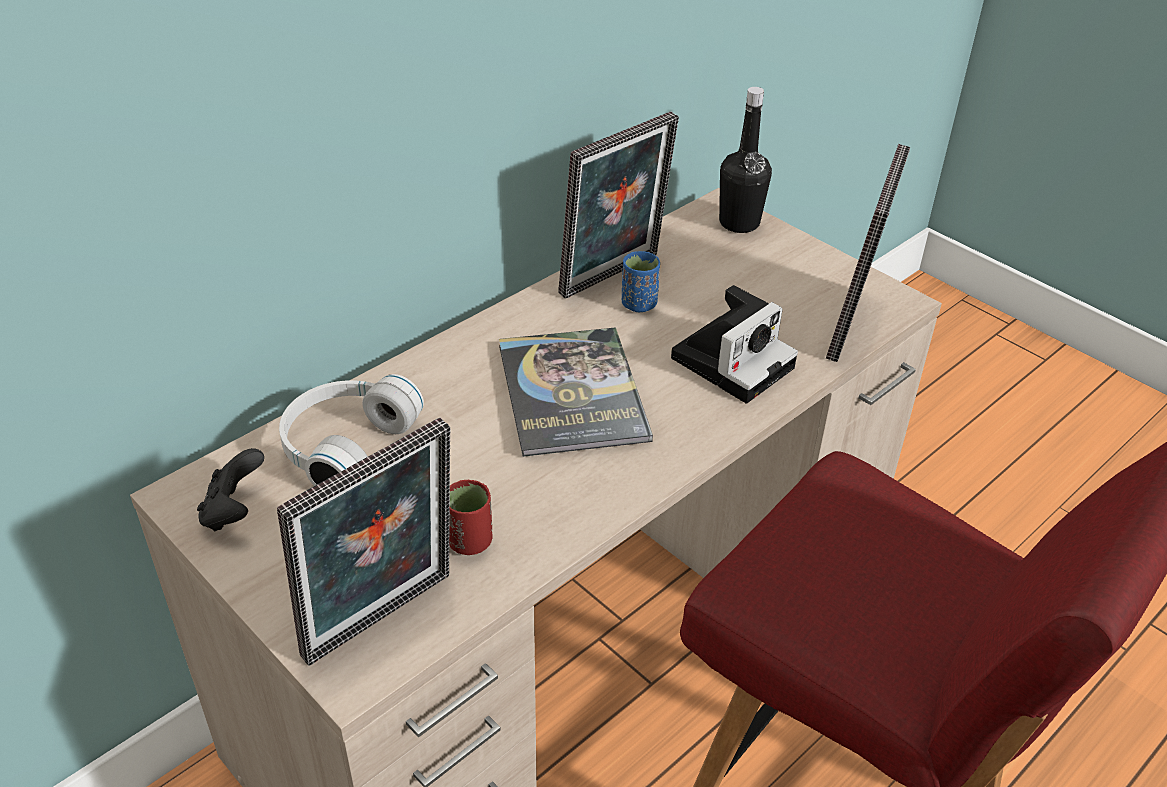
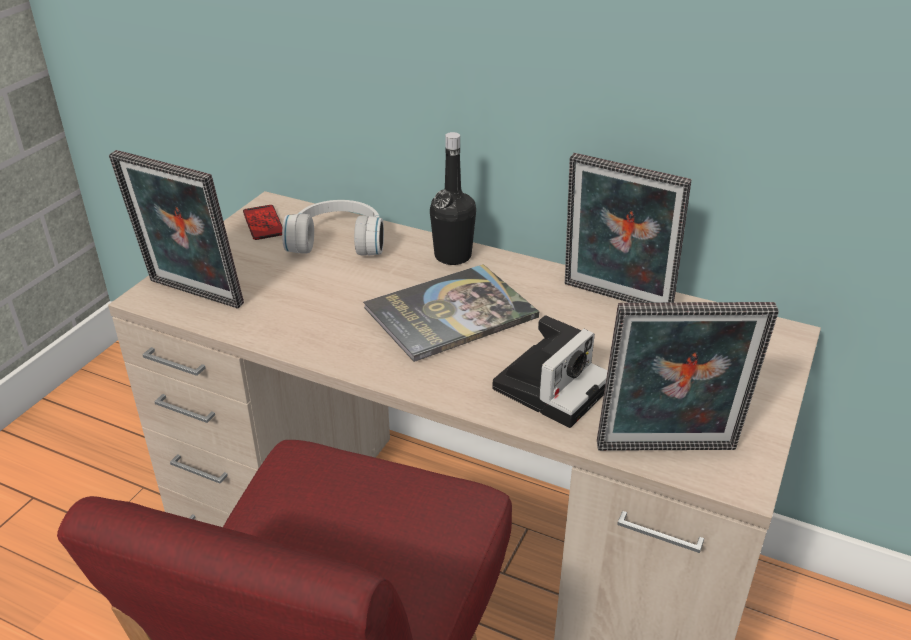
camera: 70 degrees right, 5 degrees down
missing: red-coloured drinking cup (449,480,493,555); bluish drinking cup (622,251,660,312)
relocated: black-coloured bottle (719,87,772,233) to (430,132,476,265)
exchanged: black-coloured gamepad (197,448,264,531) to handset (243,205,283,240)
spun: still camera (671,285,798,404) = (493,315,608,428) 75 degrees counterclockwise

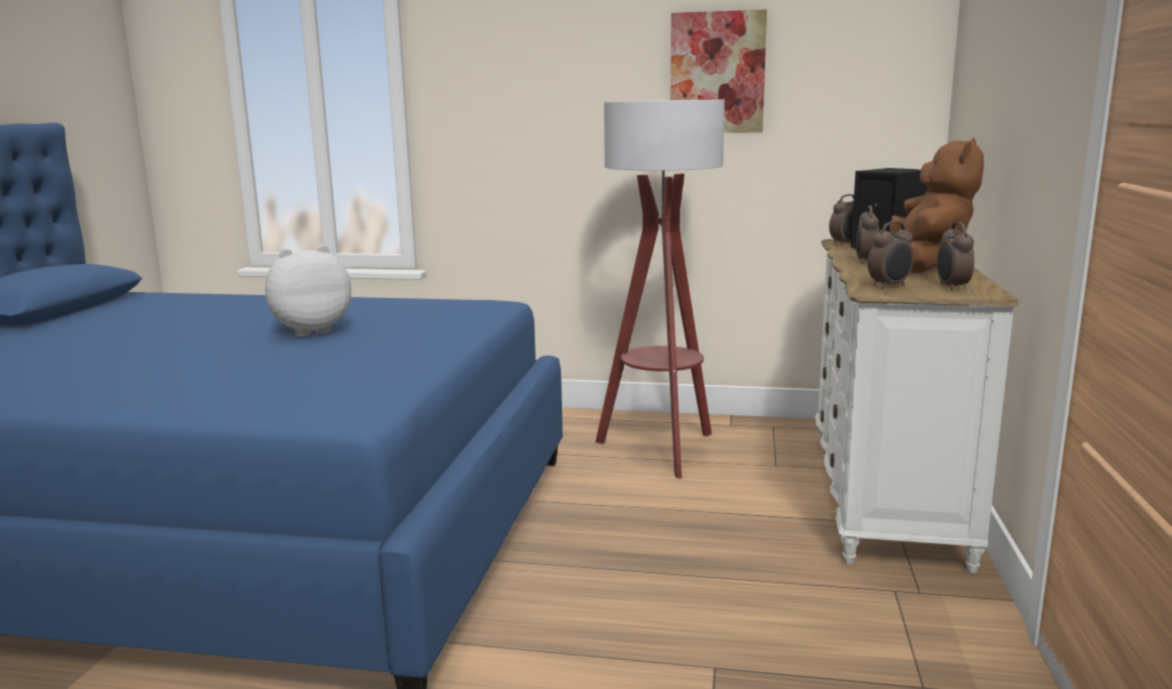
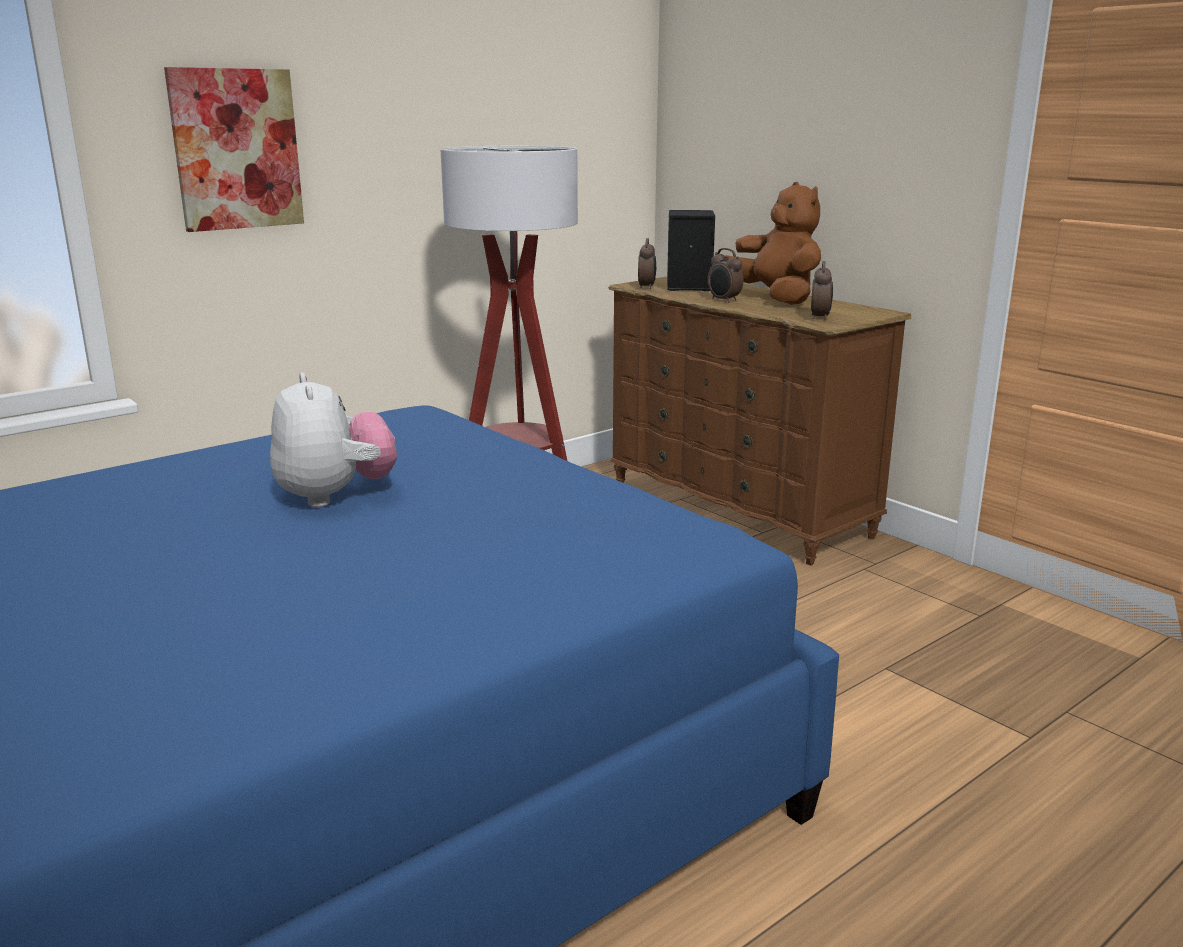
camera: 50 degrees left, 5 degrees up
missing: alarm clock (937,222,974,291)
relocated: picture (671,9,767,133) to (164,67,304,232)
colour: white drawer chest (815,239,1018,574) to brown drawer chest (608,277,911,566)
spun: soft toy (265,245,351,337) = (270,372,397,507) 150 degrees clockwise

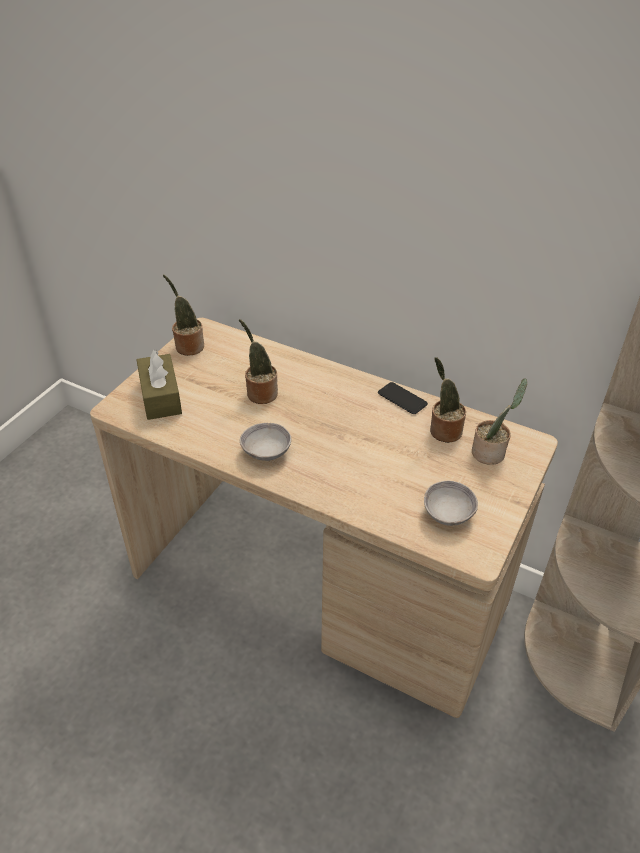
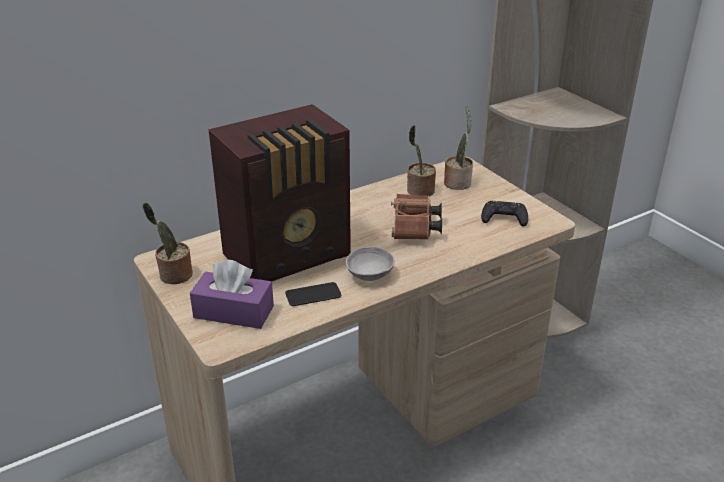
camera: 60 degrees left, 10 degrees down
appeared: brown pair of binoculars (391,194,442,239)
relocated: handset (378,382,428,414) to (285,282,341,306)
exchanged: potted plant (239,319,278,404) to radio set (209,104,351,282); grey deep dish (424,481,478,526) to black-coloured gamepad (481,201,528,227)
colour: brown tissue holder (137,350,182,420) to purplish tissue holder (190,260,274,329)

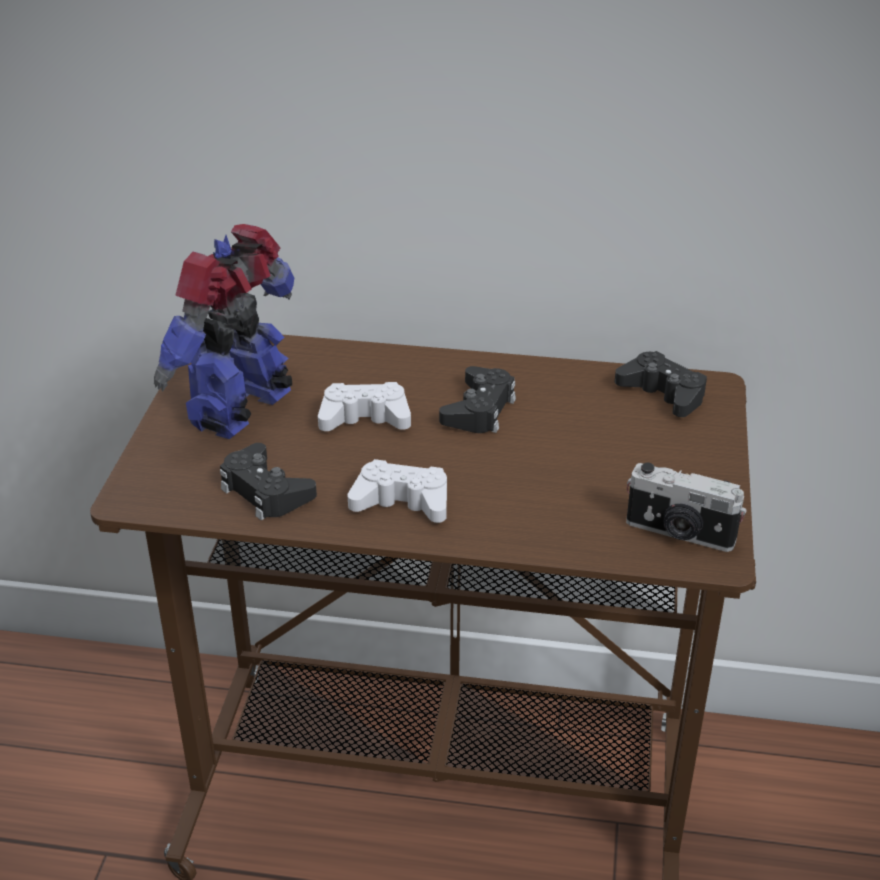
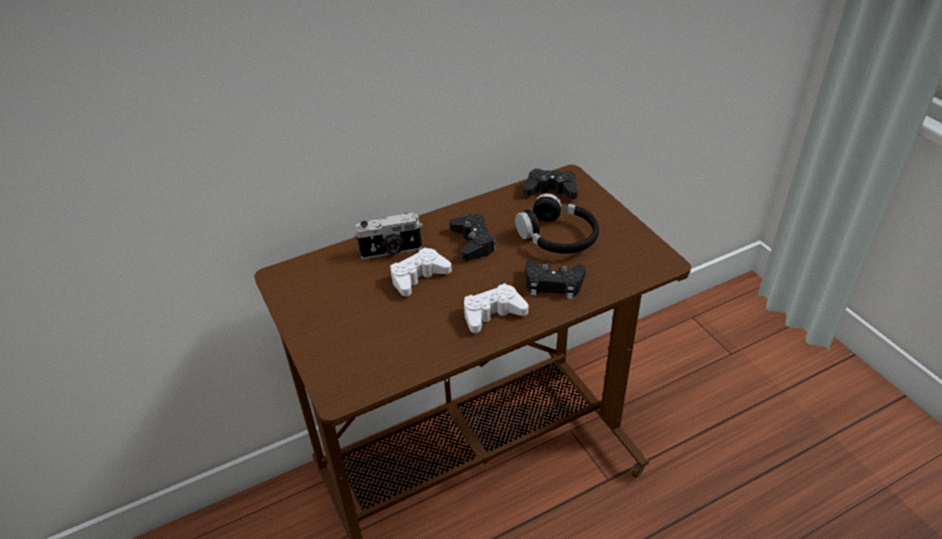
camera: 35 degrees left, 5 degrees up
missing: model robot (154,224,295,439)
appeared: black-coloured pair of headphones (515,193,599,253)
relocated: still camera (626,463,747,552) to (354,213,423,259); black-coloured gamepad (220,443,317,520) to (525,260,586,299)

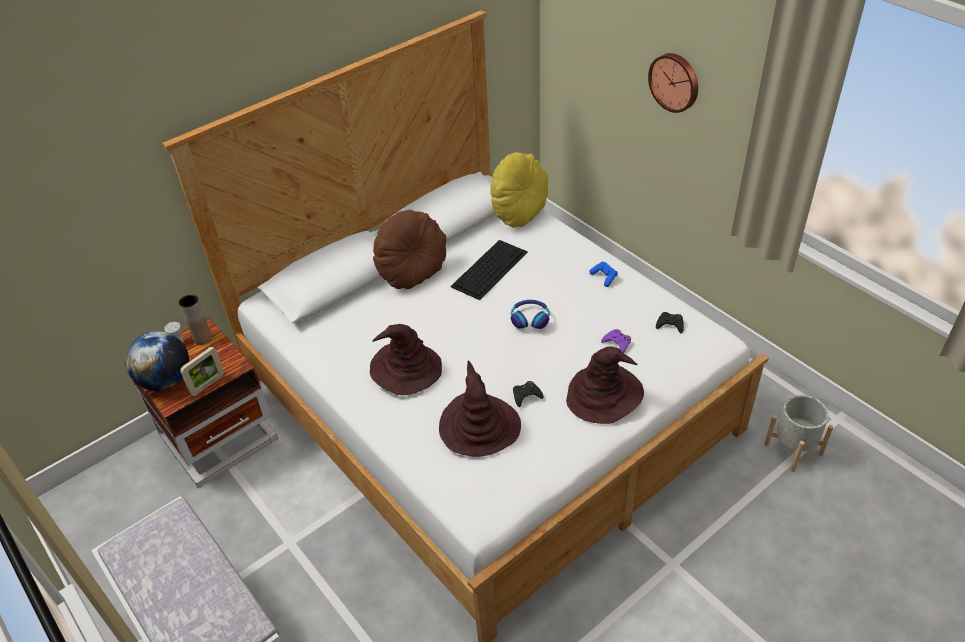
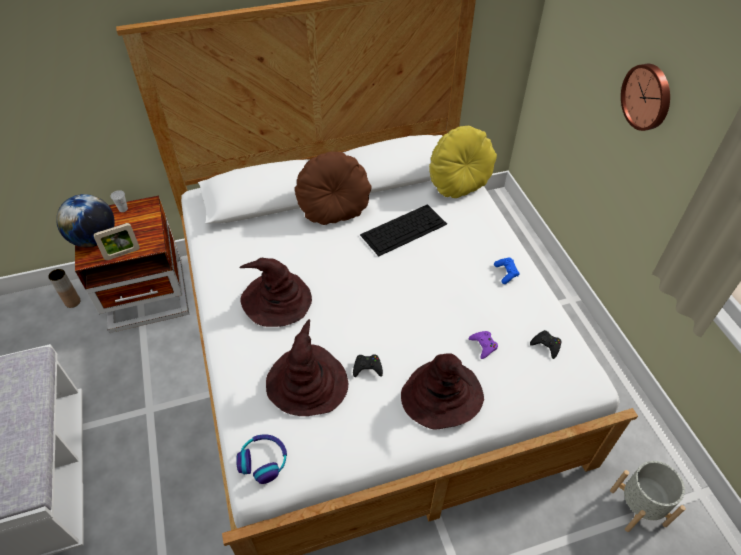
camera: 20 degrees right, 5 degrees up
relocated: brown decorative vase (179,294,212,345) to (48,269,81,308); pair of headphones (511,300,550,329) to (236,434,287,484)

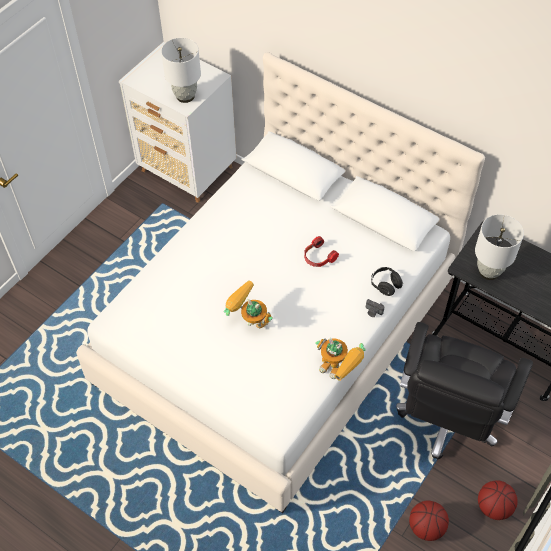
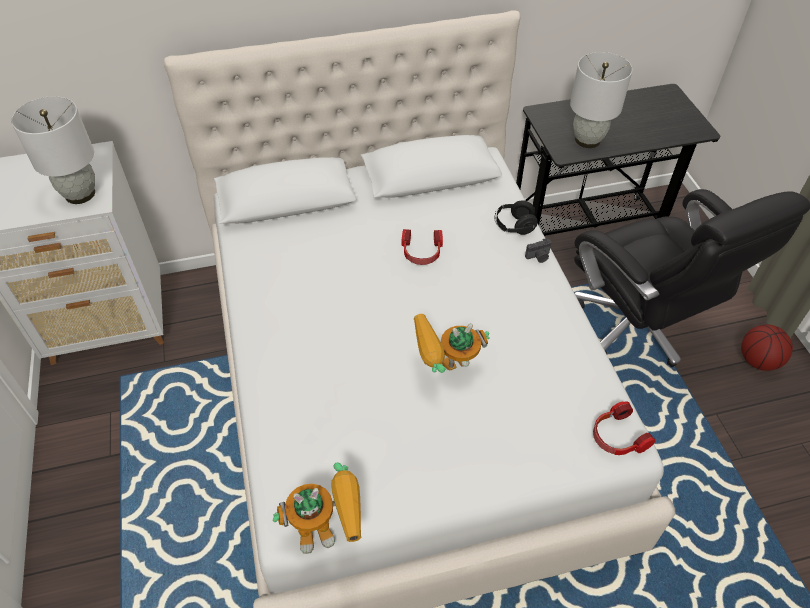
camera: 50 degrees left, 5 degrees down
missing: basketball (409,501,449,541)
appeared: pair of headphones (593,401,655,455)
relocated: model robot (315,338,366,381) to (273,462,361,554)

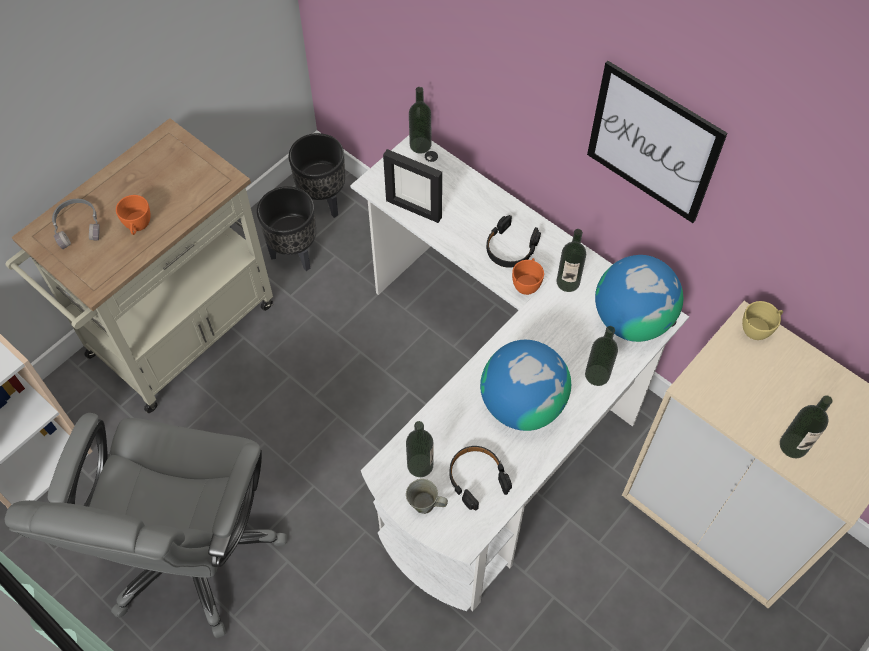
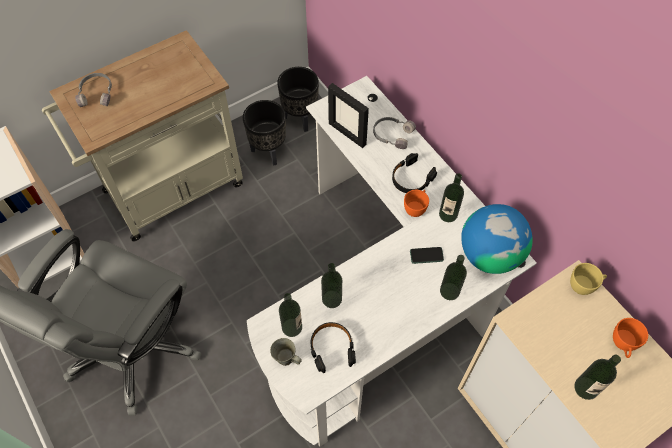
camera: 15 degrees right, 0 degrees up
missing: world globe (480,340,571,431); picture (587,61,727,223)
appeared: grey pair of headphones (373,117,416,149); handset (410,247,444,264)
relocated: bottle (409,87,431,154) to (321,263,342,308); orange drinking cup (116,195,150,235) to (613,318,648,358)

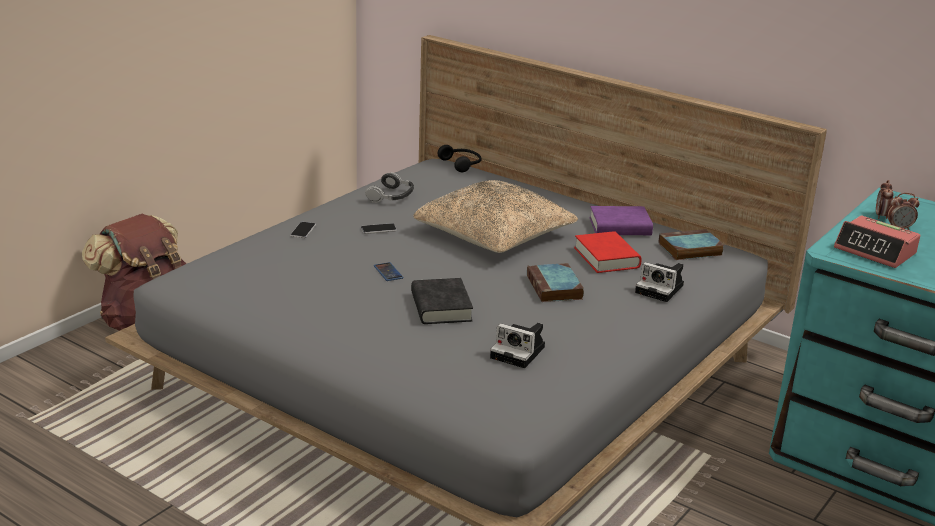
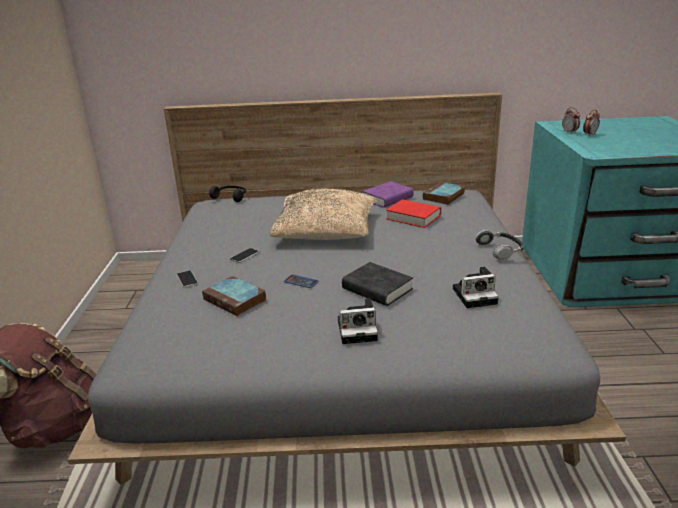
camera: 35 degrees left, 0 degrees up
missing: alarm clock (834,215,920,268)
relocated: bound book (527,263,584,302) to (202,276,267,317); still camera (635,262,684,302) to (338,298,378,344); pair of headphones (365,172,414,203) to (475,230,524,260)

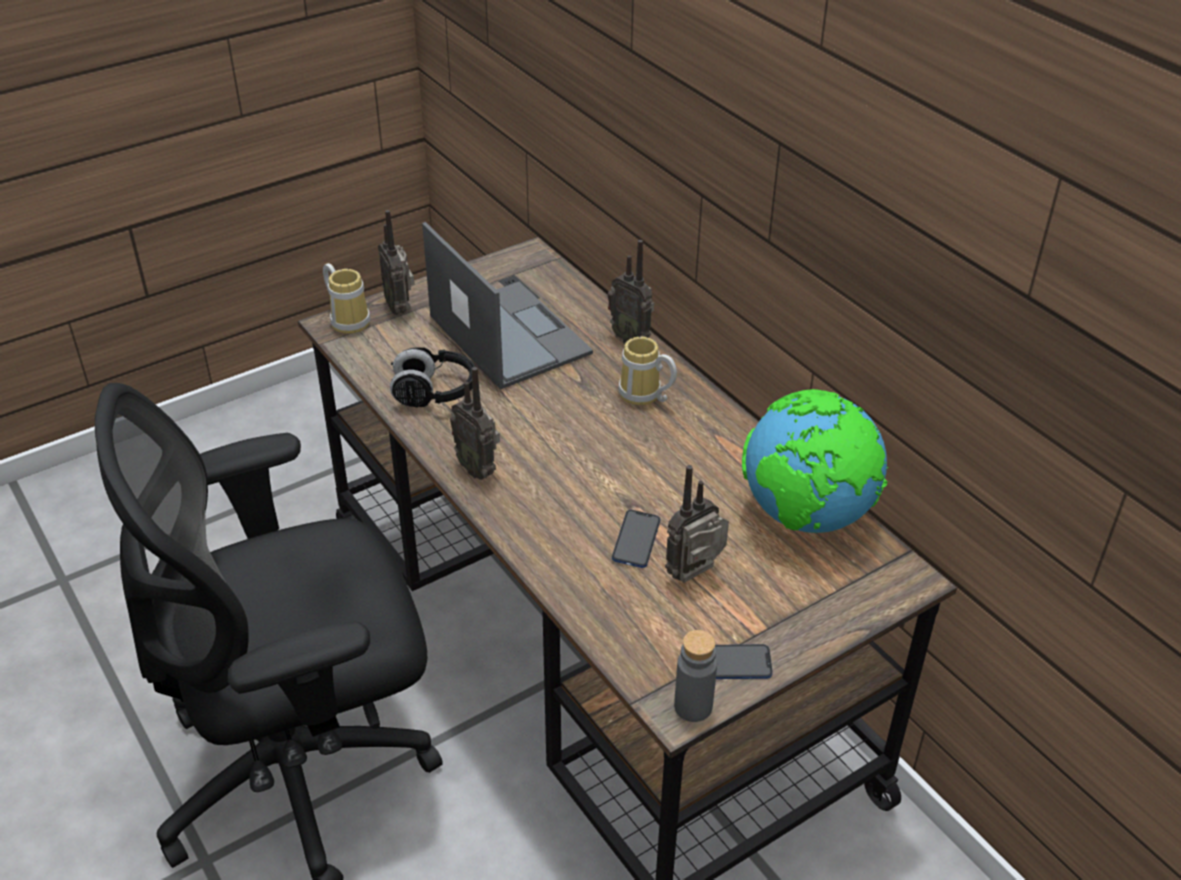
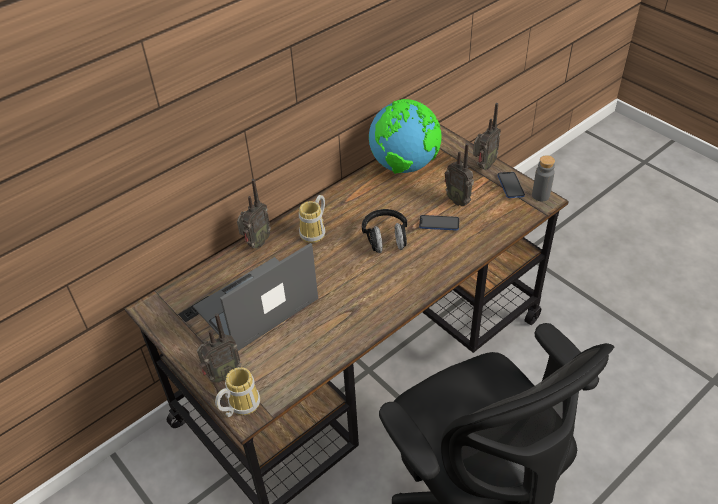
camera: 95 degrees left, 5 degrees up
relocated: black-coloured pair of headphones (390,347,475,408) to (362,209,407,253); radio set (450,367,500,480) to (473,103,501,170)

